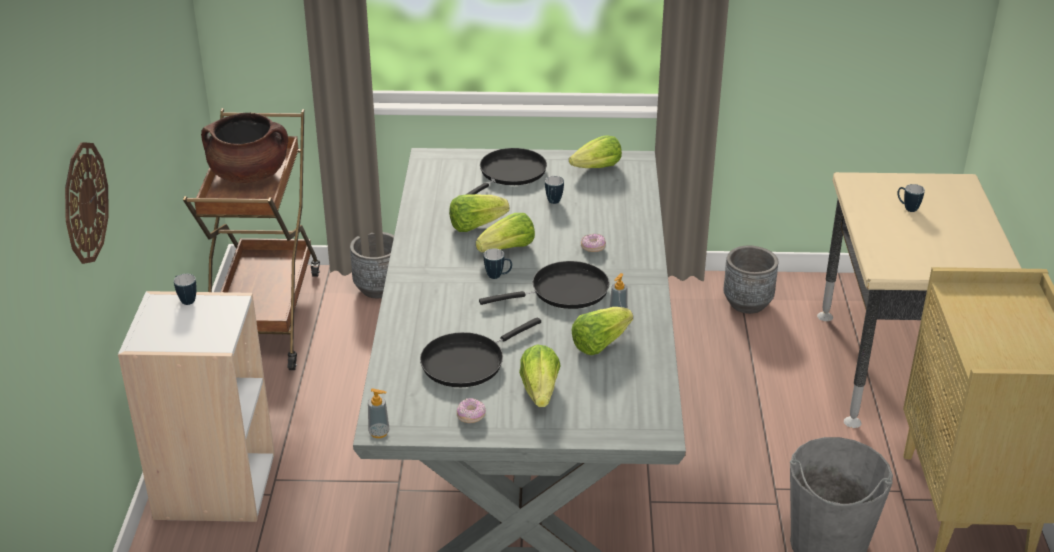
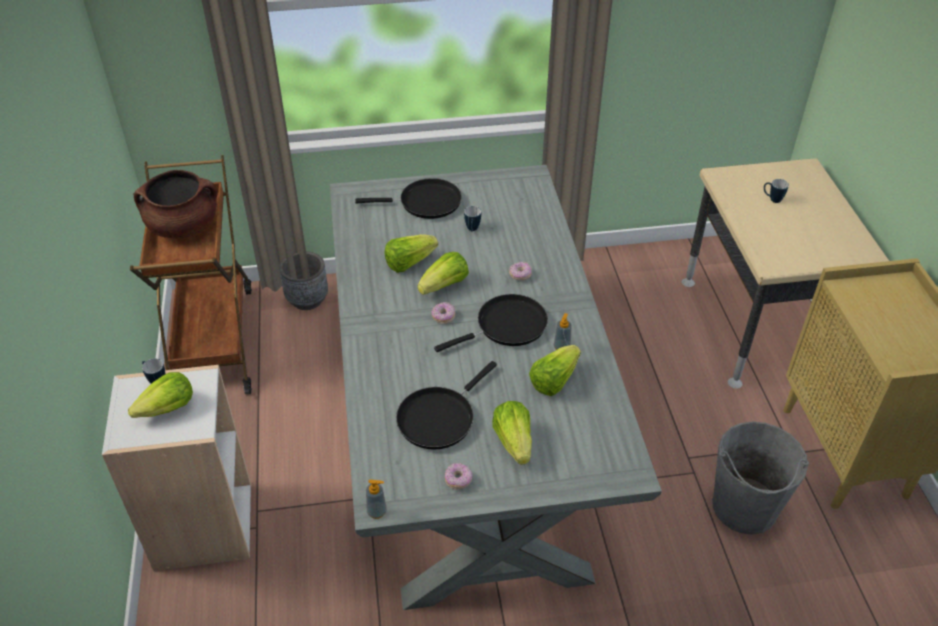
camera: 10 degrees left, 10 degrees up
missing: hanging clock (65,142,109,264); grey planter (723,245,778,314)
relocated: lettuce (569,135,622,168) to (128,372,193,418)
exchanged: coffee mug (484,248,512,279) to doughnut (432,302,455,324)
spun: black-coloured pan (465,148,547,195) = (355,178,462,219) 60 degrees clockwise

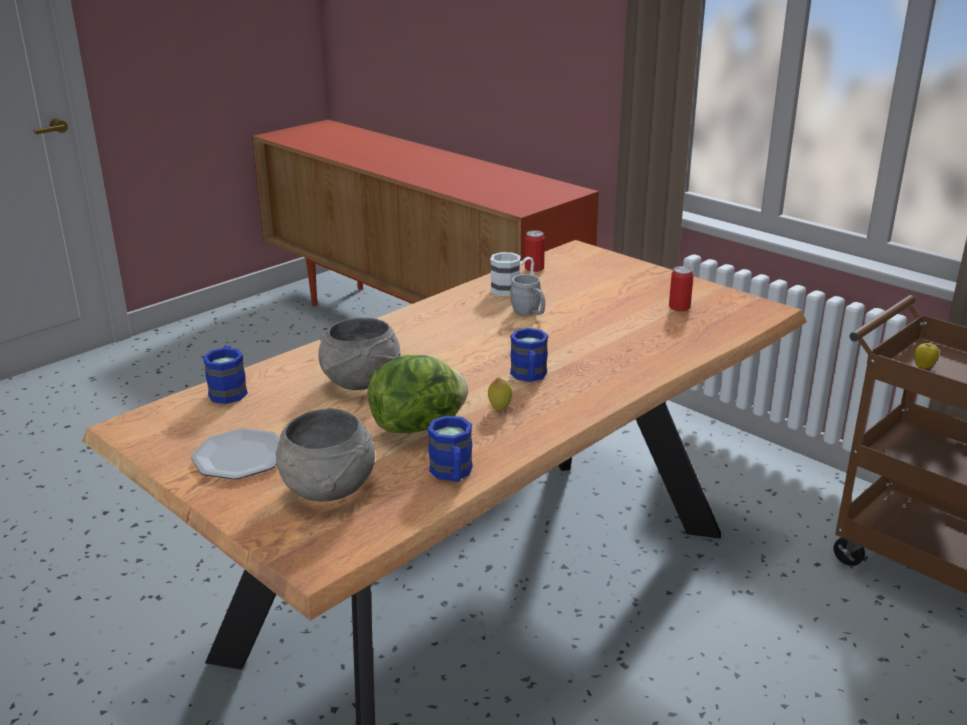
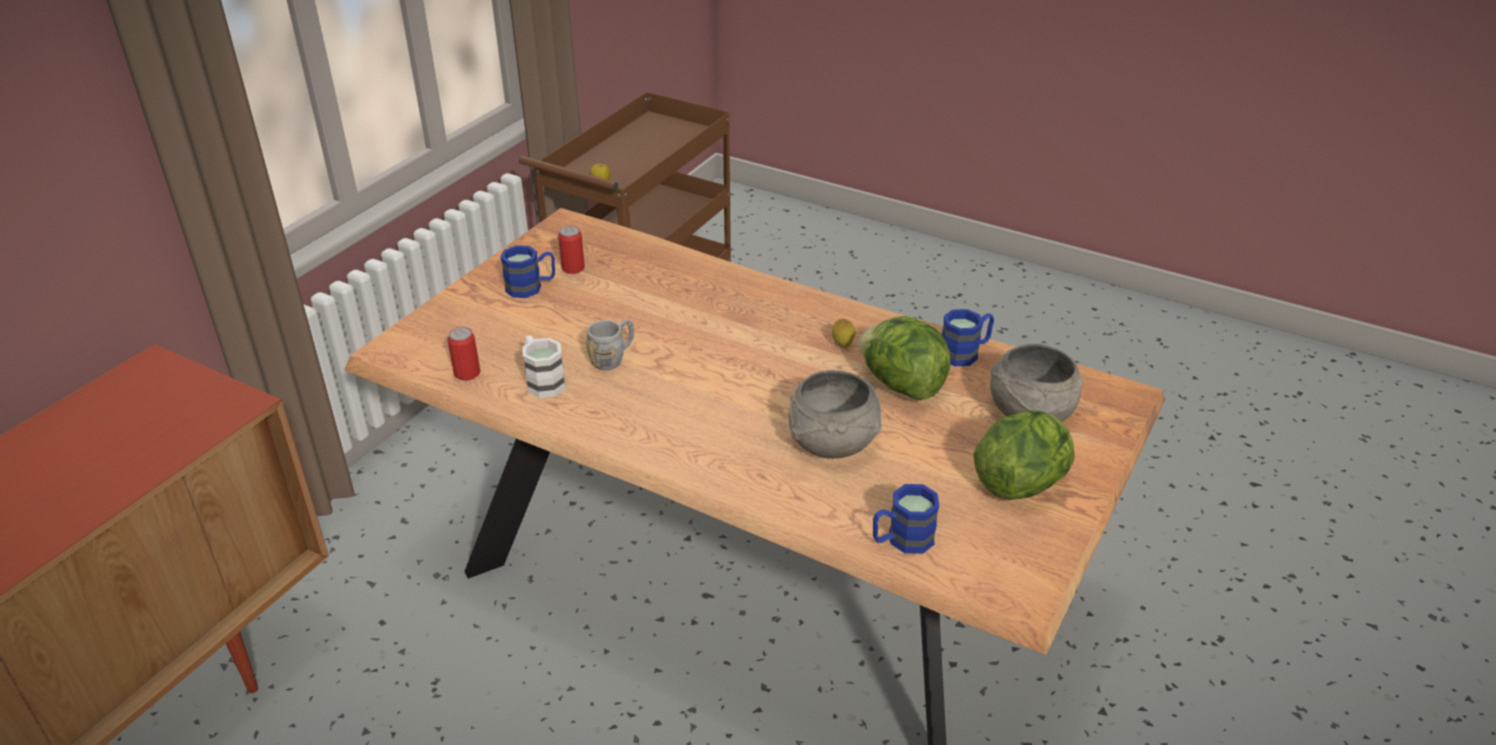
camera: 105 degrees left, 10 degrees up
relocated: bluish coffee mug (510,328,548,382) to (500,245,555,298)
exchanged: dinner plate (191,428,280,480) to lettuce (974,410,1074,500)

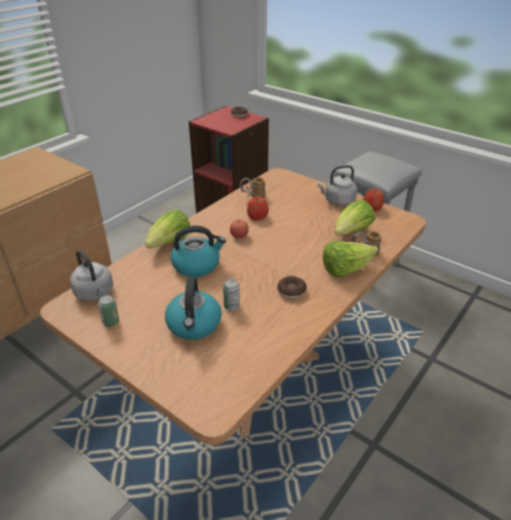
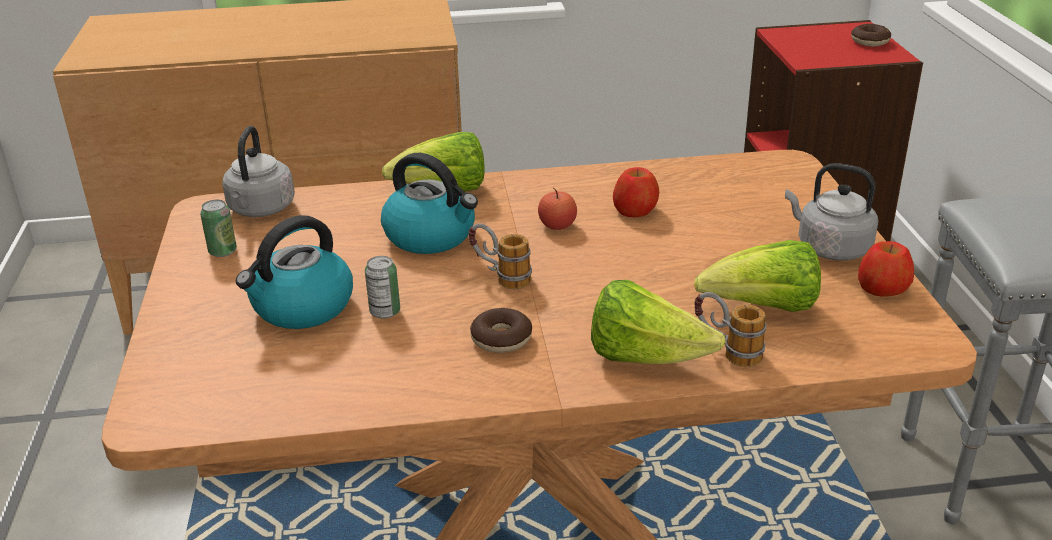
camera: 45 degrees right, 5 degrees down
relocated: coffee mug (240,177,266,198) to (468,223,532,289)

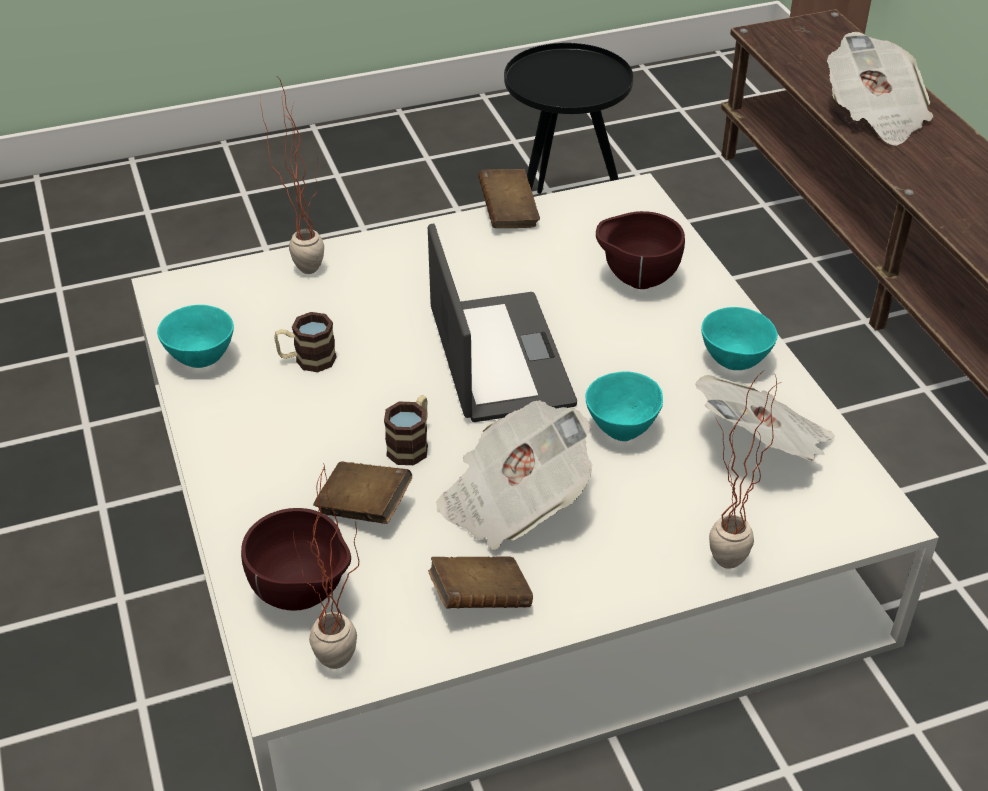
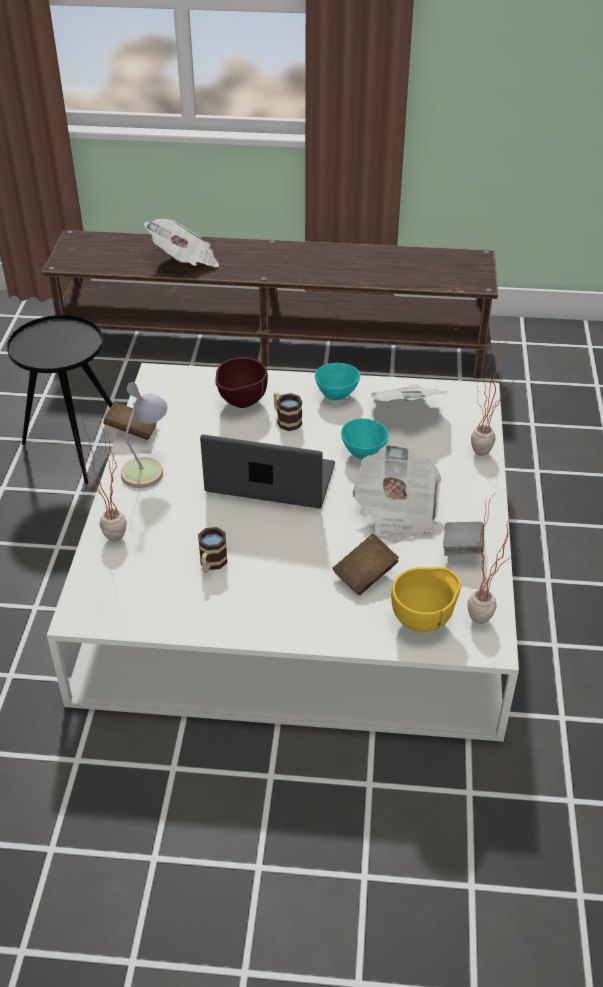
camera: 65 degrees left, 0 degrees up
missing: blue-green deep dish (157,305,234,368)
appeared: table lamp (121,382,167,488)
relocated: coffee mug (384,395,428,465) to (274,392,302,431)
colour: brown deep dish (241,508,351,611) to yellow-coloured deep dish (391,567,461,632); brown bound book (428,556,533,608) to grey bound book (443,522,484,556)

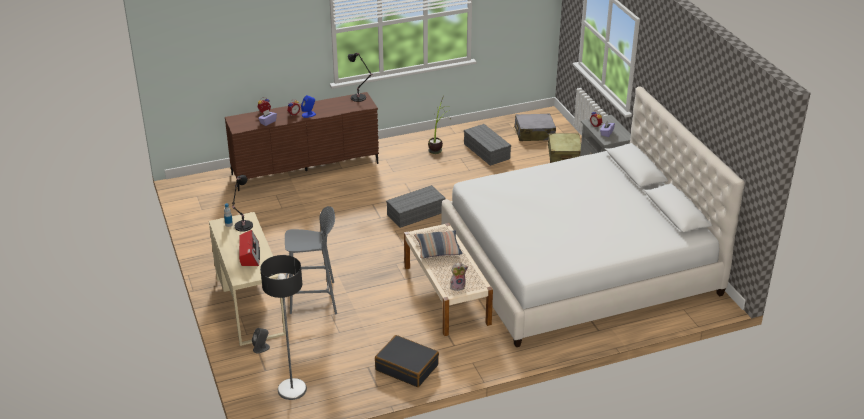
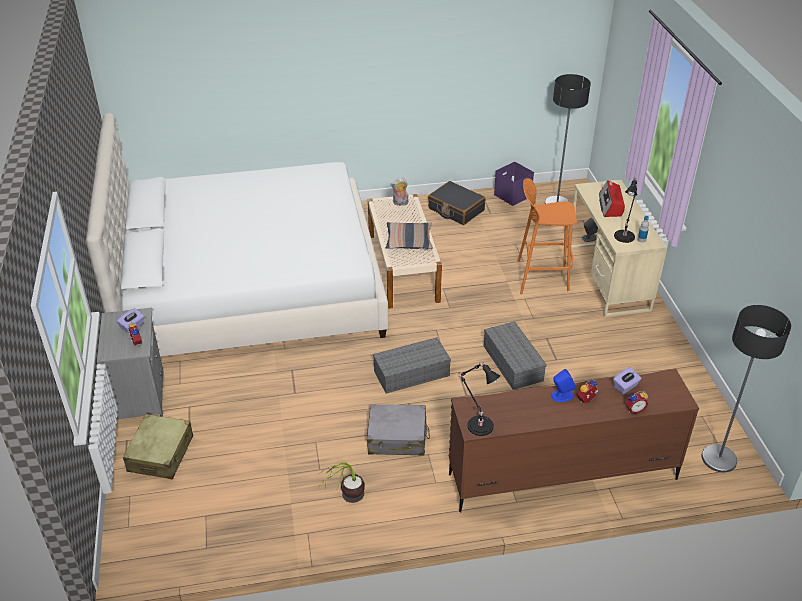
camera: 170 degrees left, 5 degrees up
appeared: purplish storage bin (494,162,534,206); floor lamp (702,305,791,472)
relocated: grey travel case (514,113,556,141) to (367,404,430,455); grey storage bin (464,124,511,166) to (484,321,547,390)
colour: grey stool seat (285,206,337,314) to orange stool seat (518,178,577,294)

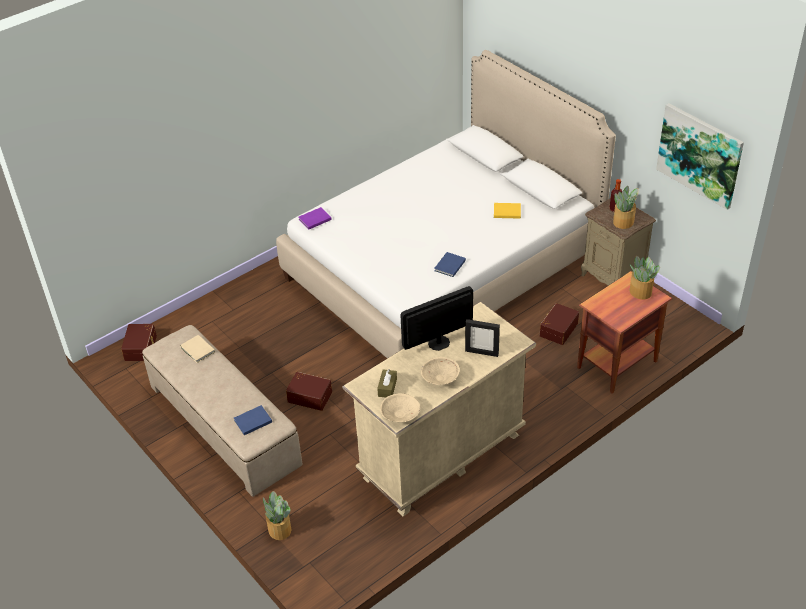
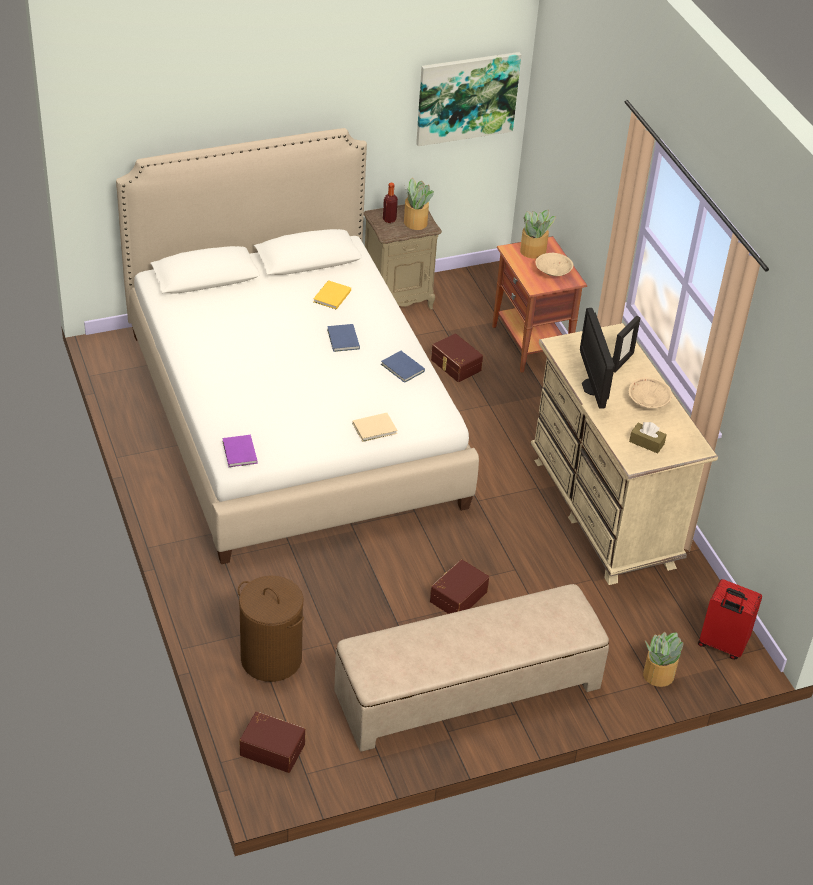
camera: 75 degrees left, 0 degrees up
appeared: brown hamper (238,576,304,682); red-coloured travel case (698,579,762,659)
relocated: bluish bound book (234,405,272,435) to (327,324,360,352); beige-coloured bound book (180,335,215,363) to (353,413,397,442); beige-coloured deep dish (380,393,420,422) to (535,253,573,276)

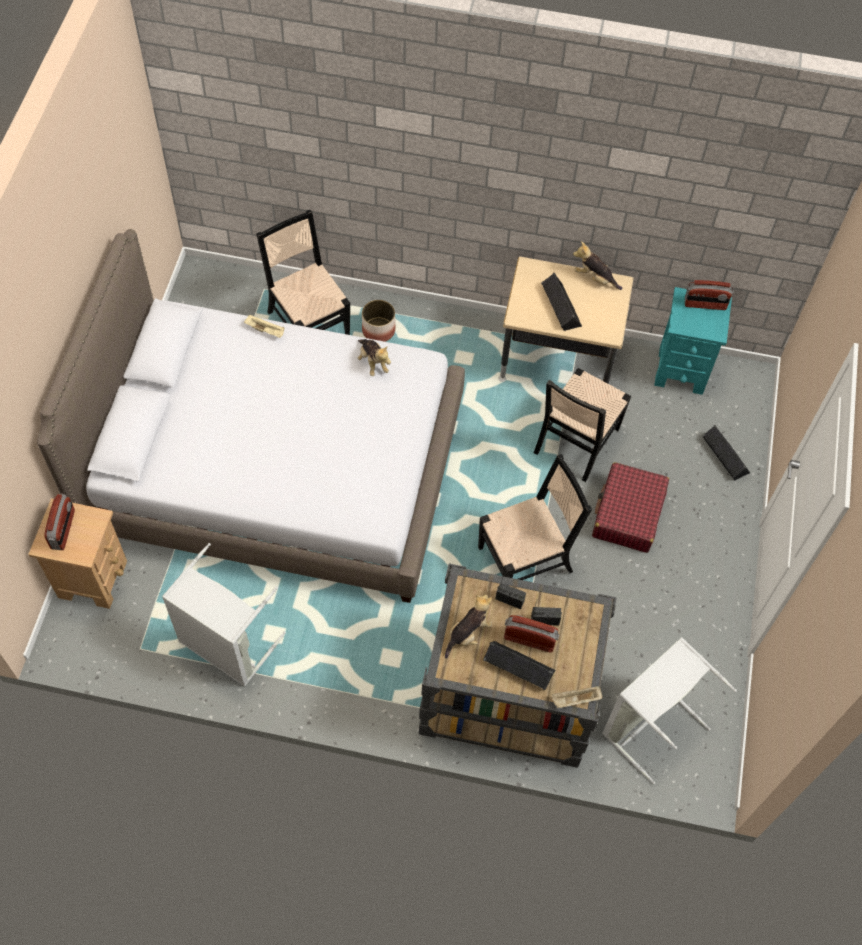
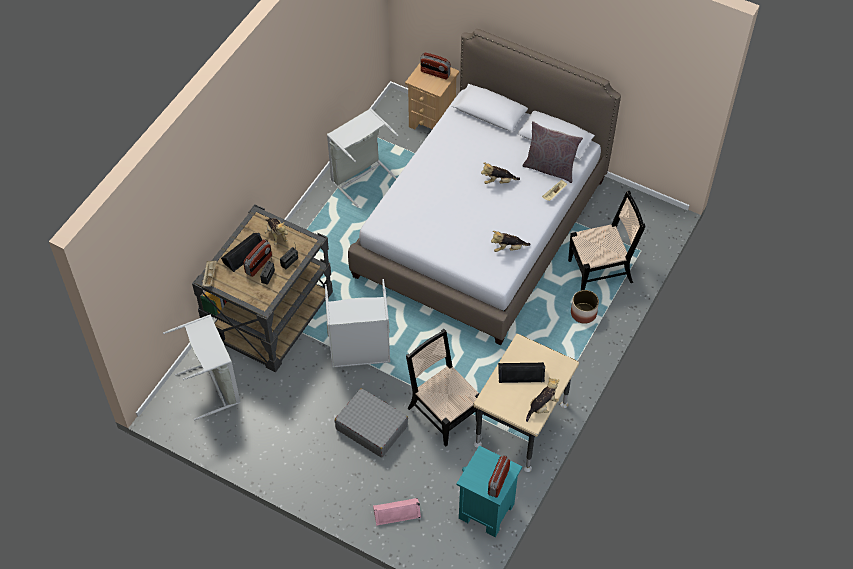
camera: 110 degrees right, 5 degrees down
appeared: soft toy (481,163,520,184); grey throw pillow (522,121,583,183)
exchanged: plain chair (478,454,592,580) to grey hamper (325,279,390,368)
colour: red-coloured travel case (592,462,669,553) to grey travel case (335,388,408,458); black-coloured loudspeaker (702,425,750,480) to pink-coloured loudspeaker (373,498,421,526)

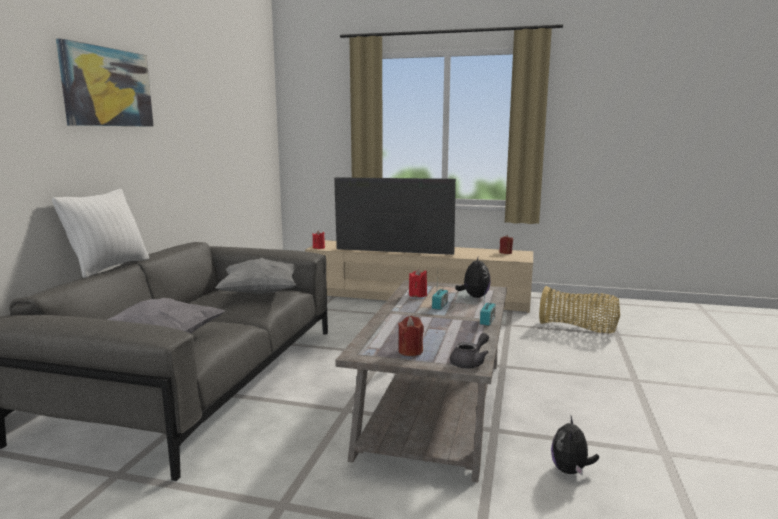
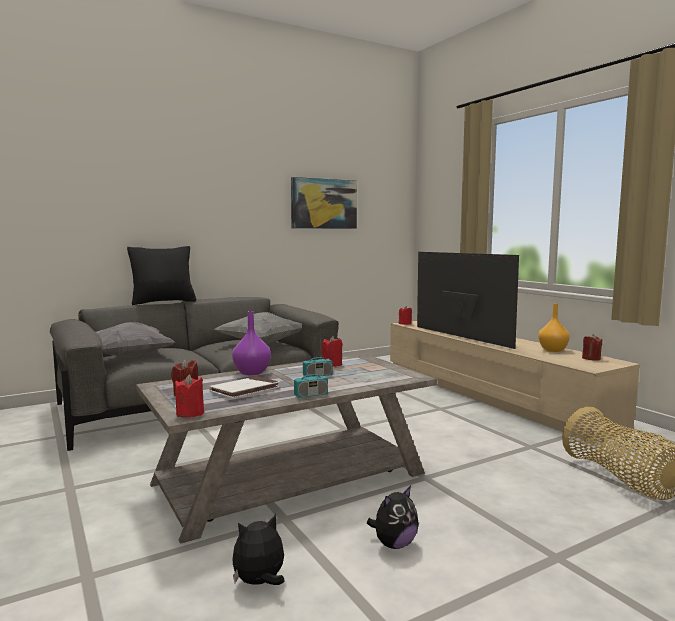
camera: 45 degrees right, 5 degrees down
appeared: white bound book (209,376,280,398); purplish decorative vase (232,311,271,375); orange decorative vase (538,303,570,352)
relocated: picture (56,38,154,127) to (291,177,357,229); soft toy (455,258,491,298) to (367,486,419,549)
exchanged: grey pot for tea (450,333,489,369) to red-coloured wax candle (175,374,204,417)
colour: white throw pillow (52,189,149,278) to black-coloured throw pillow (127,246,196,305)

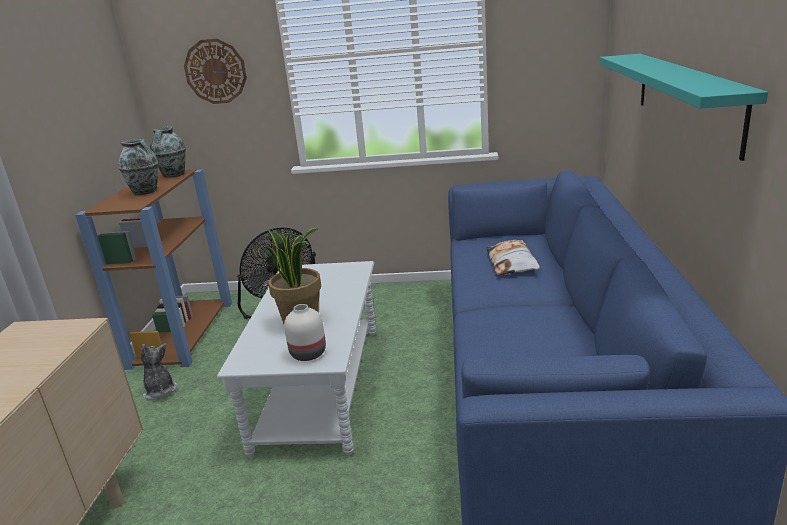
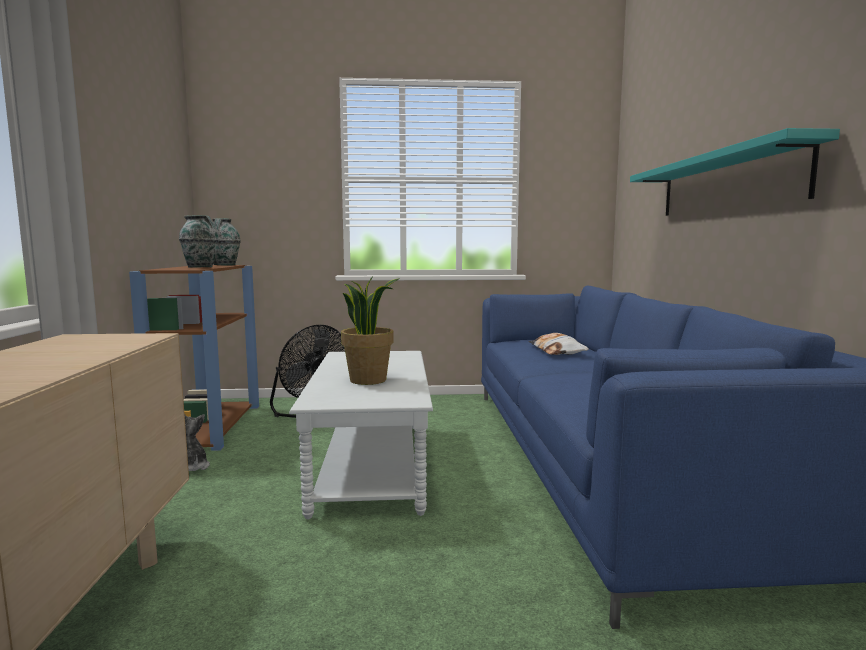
camera: 10 degrees left, 15 degrees down
missing: hanging clock (184,39,247,104); white decorative vase (284,304,326,361)

